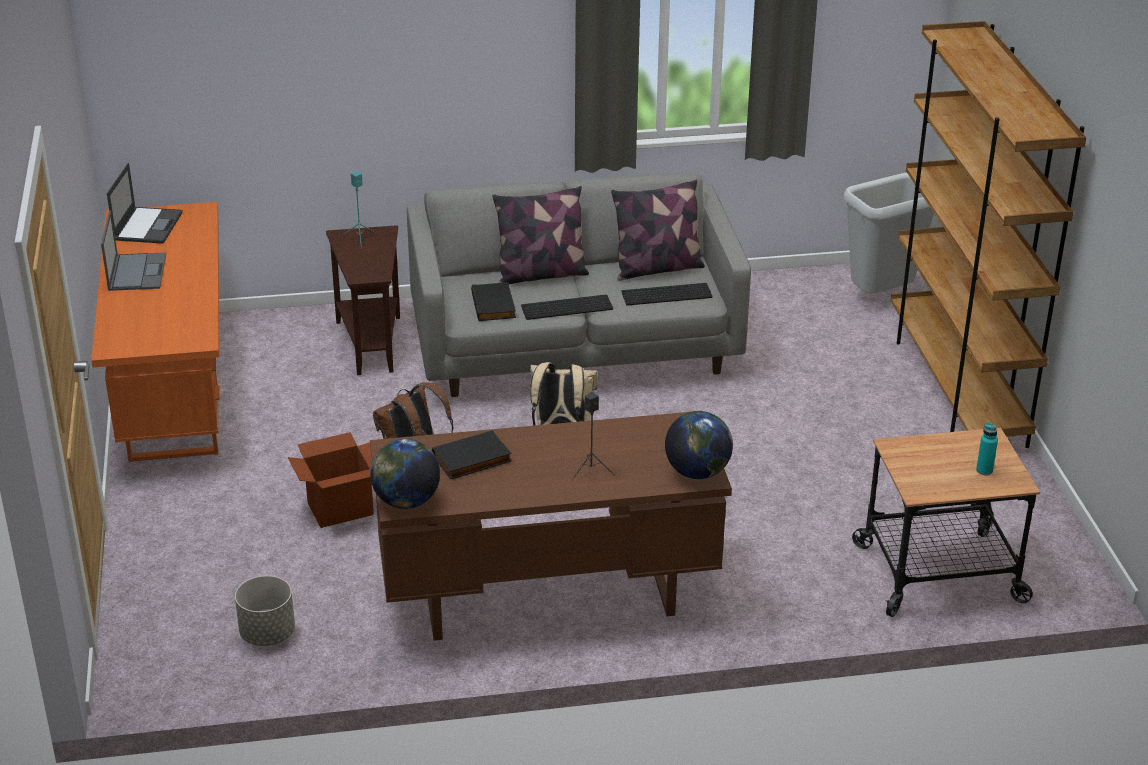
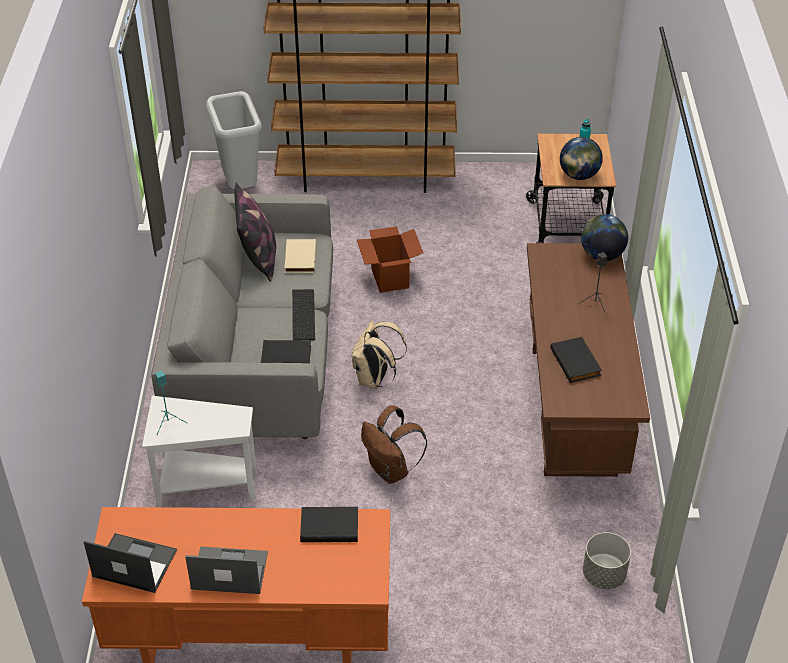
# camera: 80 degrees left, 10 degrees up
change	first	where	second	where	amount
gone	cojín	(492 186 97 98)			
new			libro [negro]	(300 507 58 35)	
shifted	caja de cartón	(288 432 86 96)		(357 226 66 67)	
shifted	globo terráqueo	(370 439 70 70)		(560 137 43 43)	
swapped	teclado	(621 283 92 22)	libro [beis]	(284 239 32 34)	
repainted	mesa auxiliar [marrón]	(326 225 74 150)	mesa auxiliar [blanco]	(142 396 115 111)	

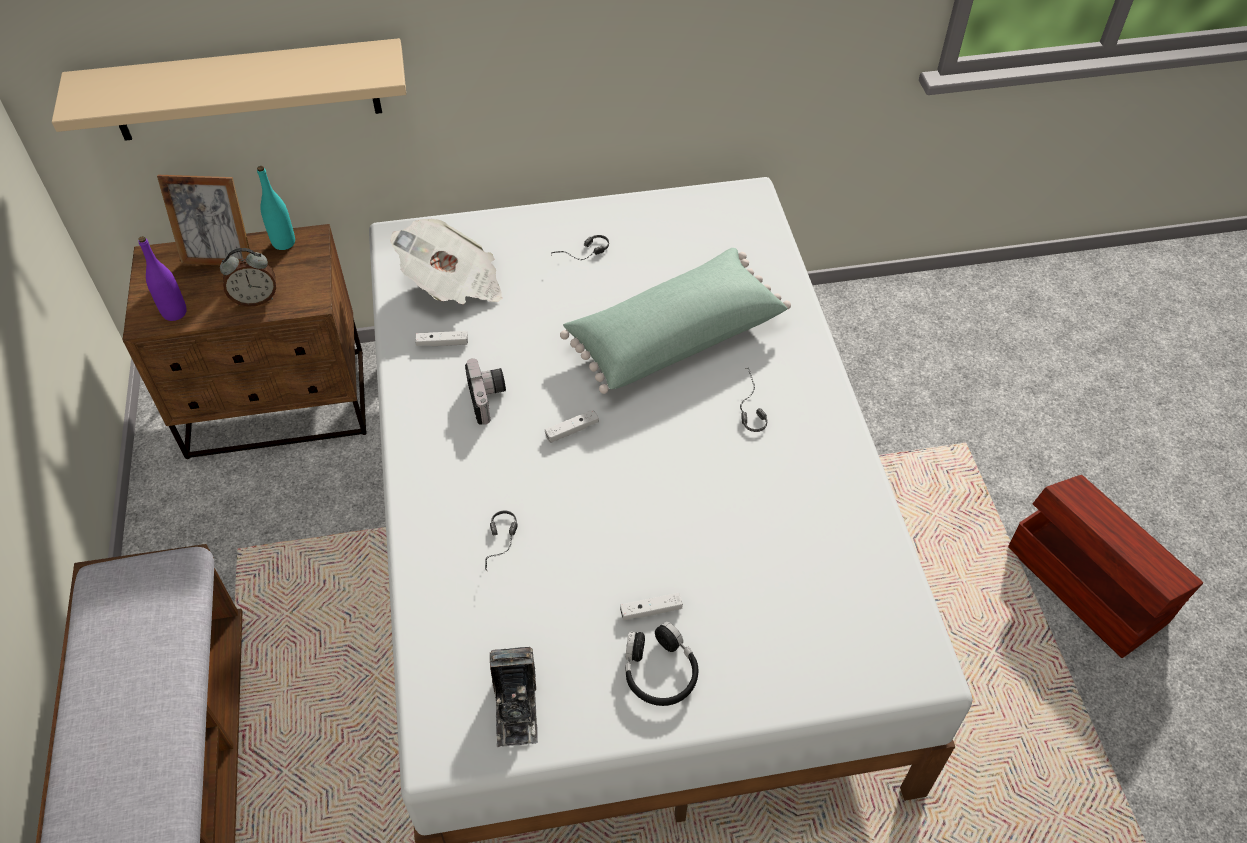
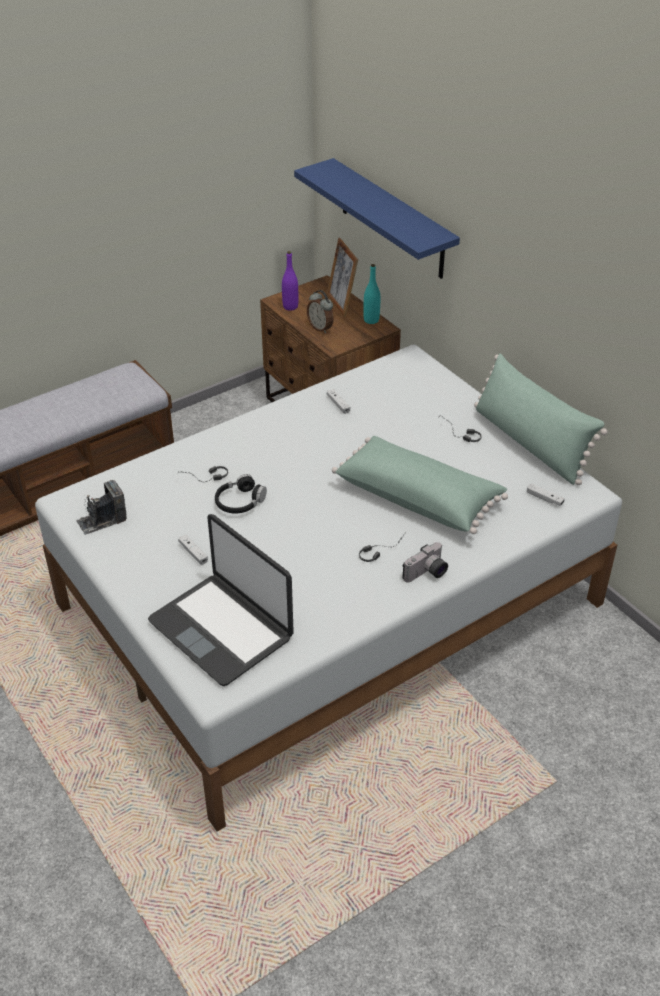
# camera: 65 degrees right, 10 degrees down
change	first	where	second	where	amount
gone	periódico	(391 219 111 85)			
gone	caja de almacenaje [marrón]	(1008 475 195 183)			
new			portátil	(148 514 146 172)	
new			cojín [verde]	(474 353 134 132)	
shifted	cámara	(465 358 41 67)		(403 542 45 41)	
shifted	mando de consola [blanco]	(545 410 54 33)		(527 483 38 23)	
shifted	auriculares [negro]	(625 622 73 84)		(215 474 52 39)	
repainted	estante [beis]	(52 38 354 103)	estante [azul]	(294 158 166 121)	

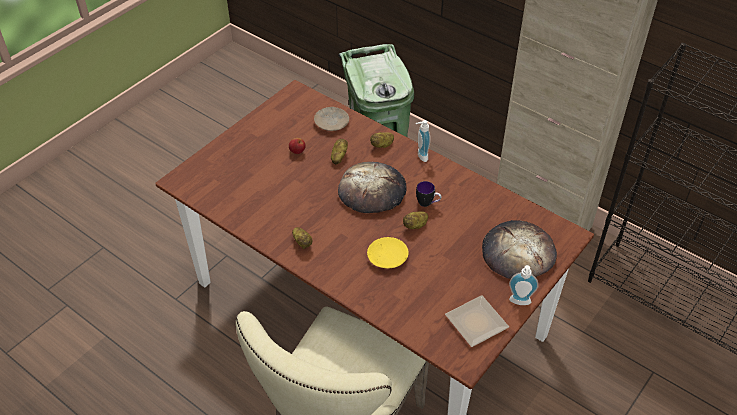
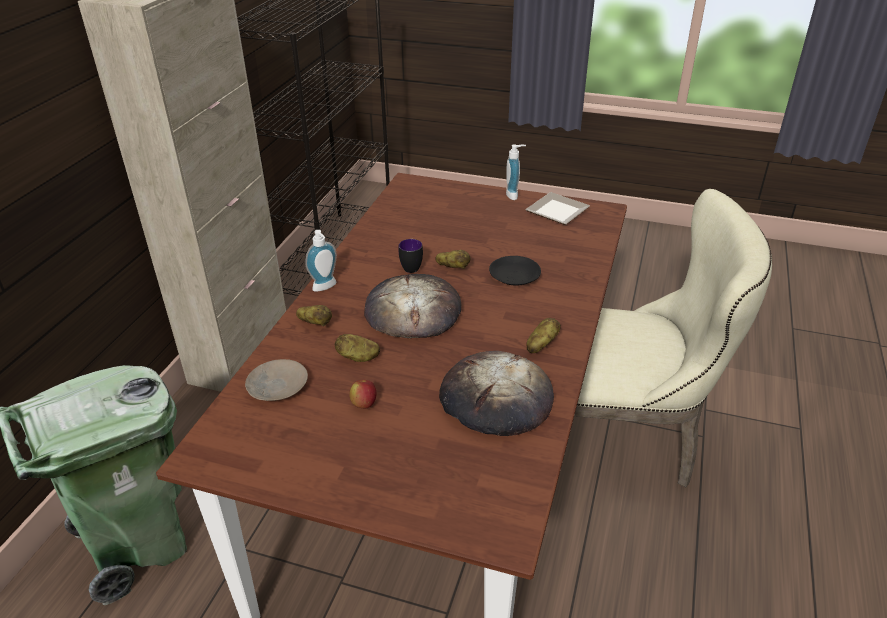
# camera: 110 degrees left, 10 degrees down
change	first	where	second	where	amount
shifted	pan	(482 220 75 59)		(439 351 115 85)	
repainted	plato [amarillo]	(367 237 42 31)	plato [negro]	(489 256 52 29)	

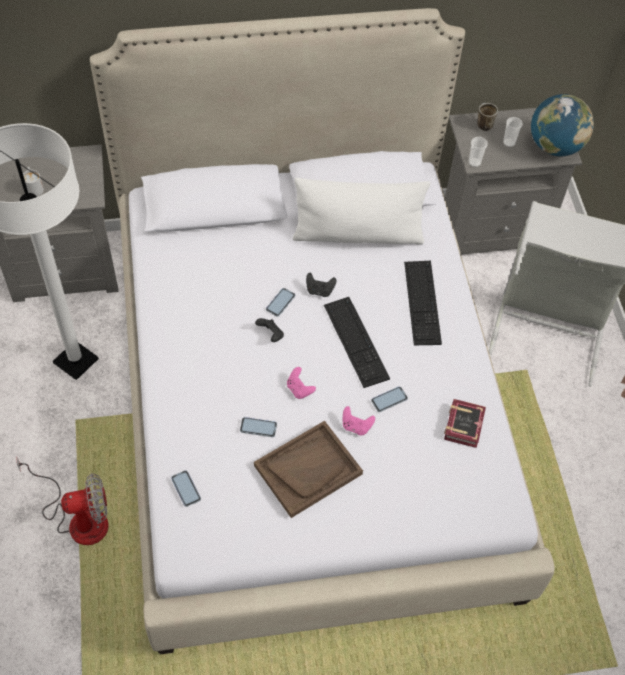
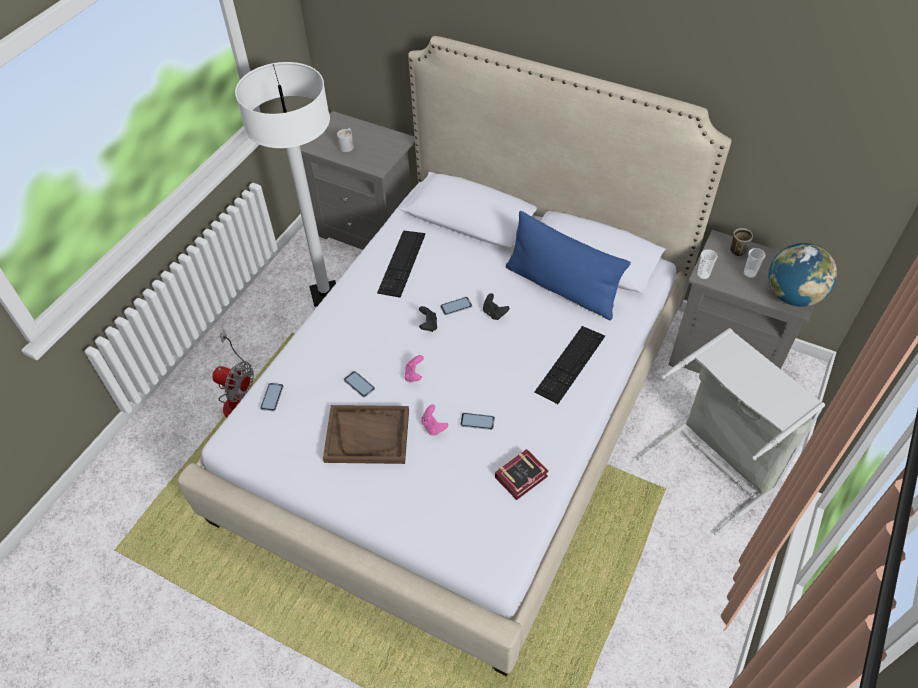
# camera: 40 degrees right, 5 degrees down
change	first	where	second	where	amount
shifted	teclado	(324 297 66 91)		(377 230 48 68)	
repainted	cojín [blanco]	(293 178 137 66)	cojín [azul]	(506 211 125 109)	

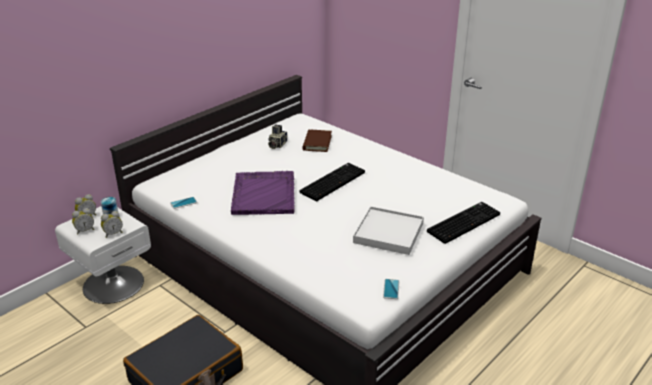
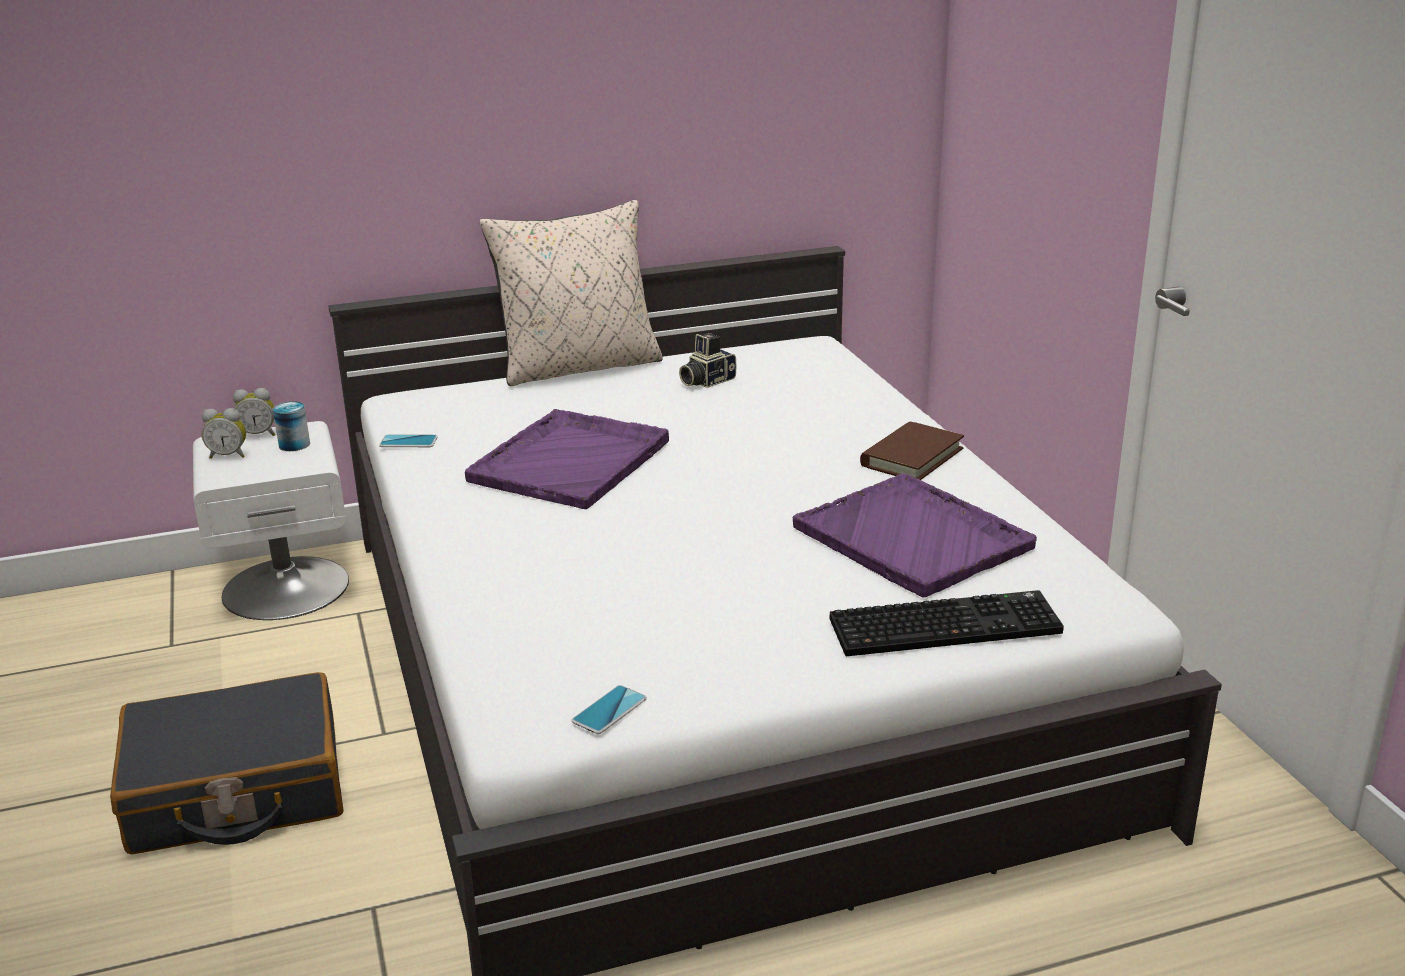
# camera: 30 degrees right, 5 degrees down
change	first	where	second	where	amount
gone	despertador	(101 211 22 27)			
gone	teclado	(300 163 65 39)			
gone	bandeja [blanco]	(353 206 71 49)			
new			cojín [beis]	(480 200 183 186)	
new			bandeja [morado]	(793 473 244 125)	
shifted	libro [marrón]	(302 130 30 22)		(860 421 104 59)	

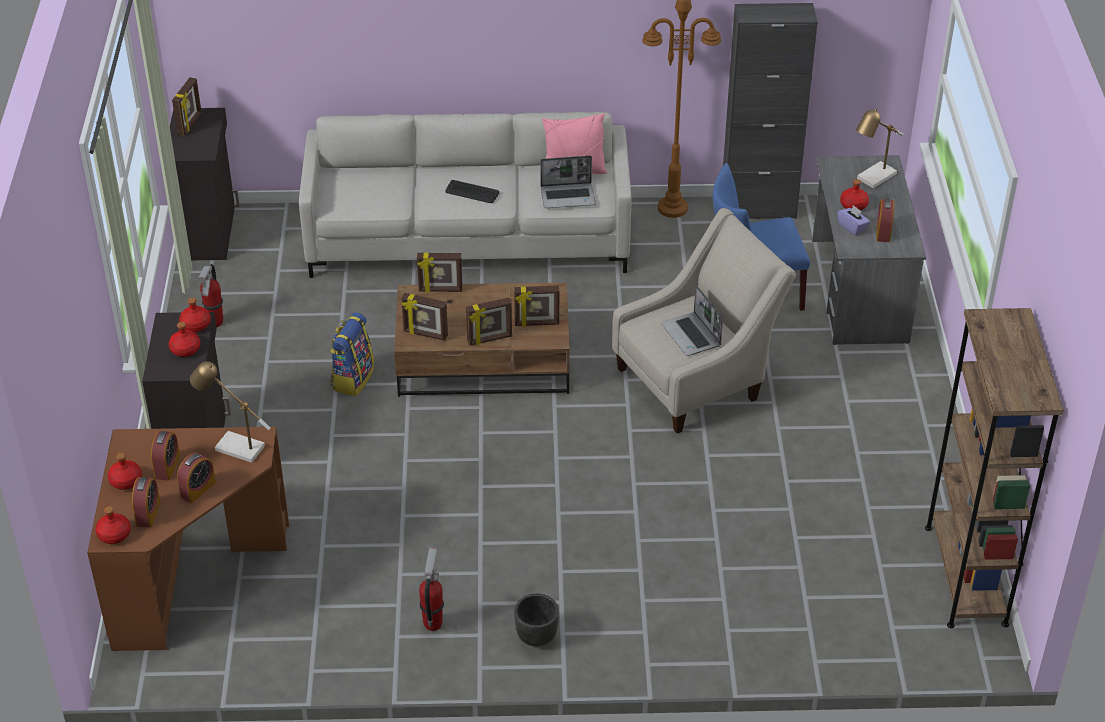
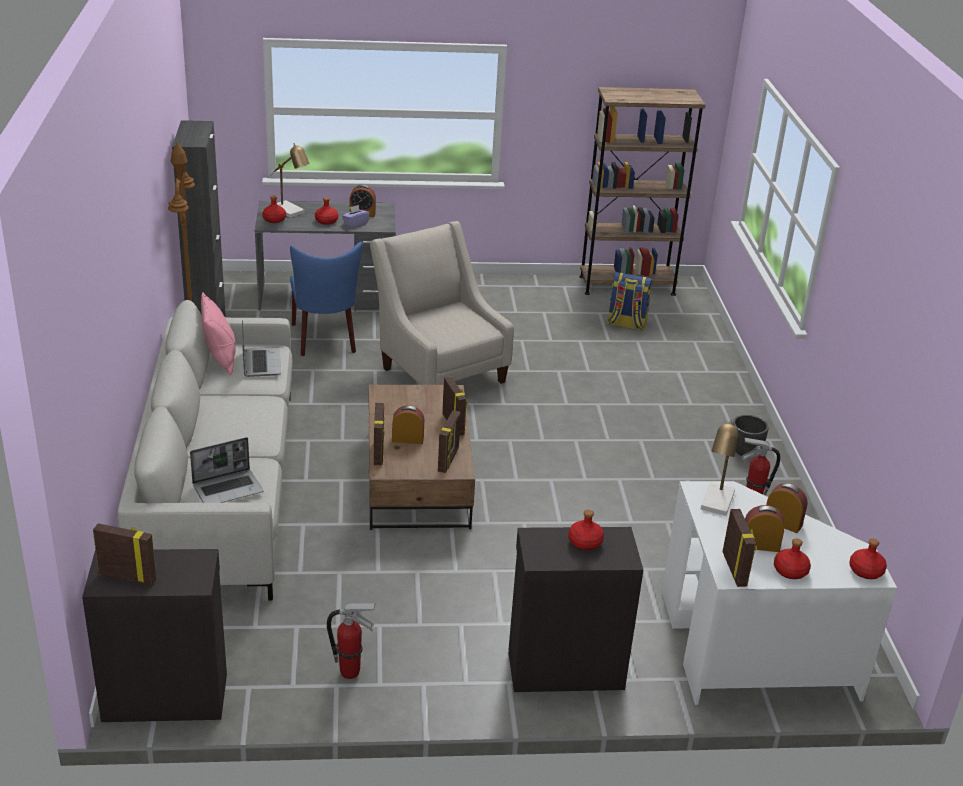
# camera: 95 degrees left, 10 degrees down
change	first	where	second	where	amount
gone	teclado	(445 180 54 23)			
shifted	despertador	(132 477 28 50)		(392 405 32 39)	
shifted	botella [rojo]	(179 298 32 34)		(262 195 24 28)	
shifted	mochila	(330 312 44 84)		(607 272 46 59)	
shifted	portarretratos	(514 285 45 42)		(722 509 35 78)	
shifted	portátil	(661 285 62 71)		(190 437 73 66)	
repainted	escritorio [marrón]	(87 427 202 224)	escritorio [blanco]	(662 481 235 224)	

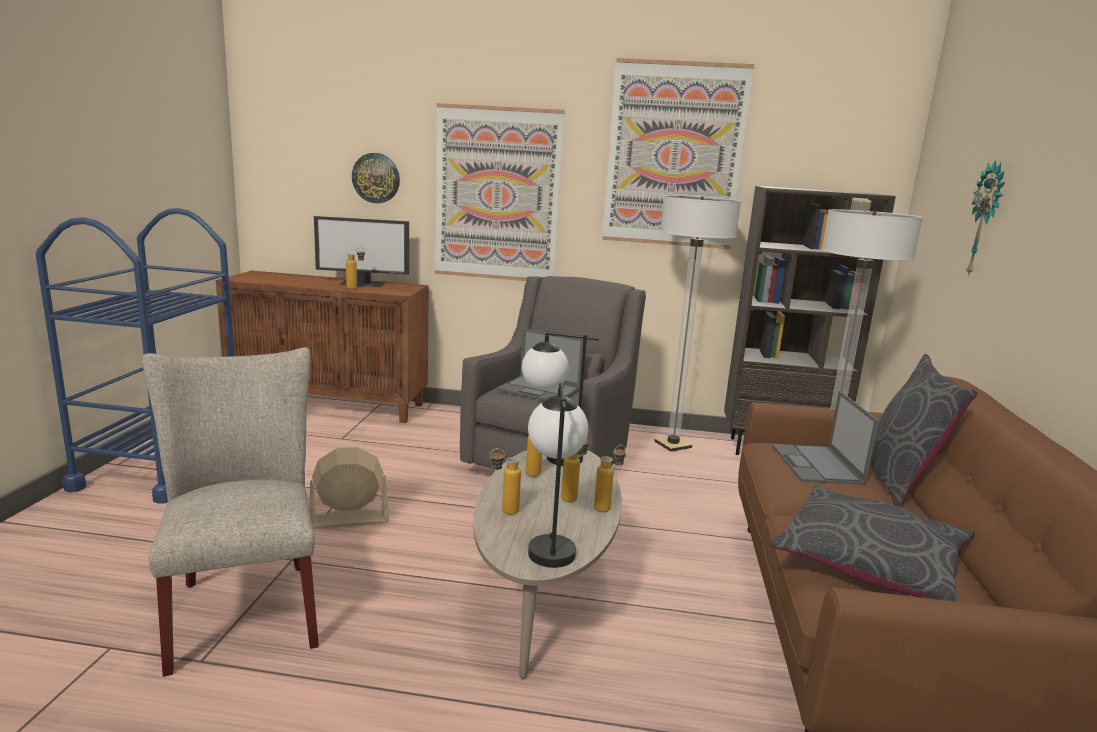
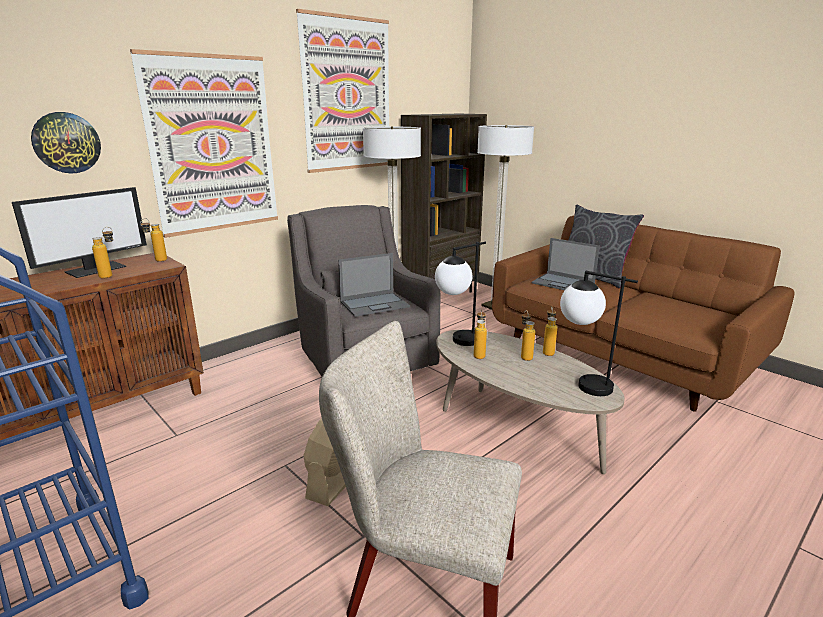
# camera: 50 degrees left, 5 degrees up
change	first	where	second	where	amount
gone	cojín [gris]	(770 485 205 117)			
gone	reloj de pared	(966 160 39 117)			
shifted	botella	(490 448 31 67)		(140 218 27 44)	

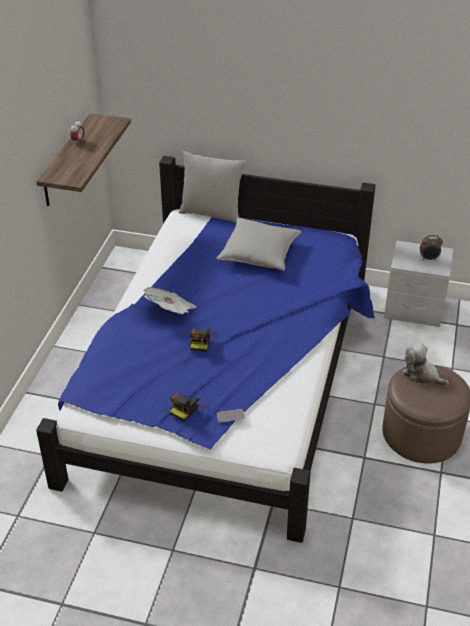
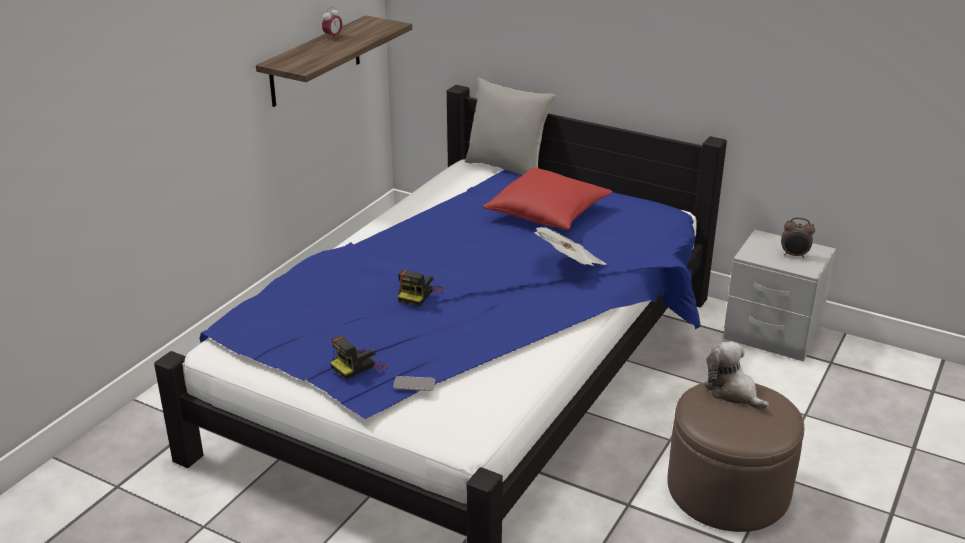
# camera: 15 degrees right, 10 degrees down
change	first	where	second	where	amount
shifted	periódico	(144 287 52 27)		(534 227 73 39)	
repainted	cojín [gris]	(216 218 86 53)	cojín [rojo]	(483 167 130 63)	

